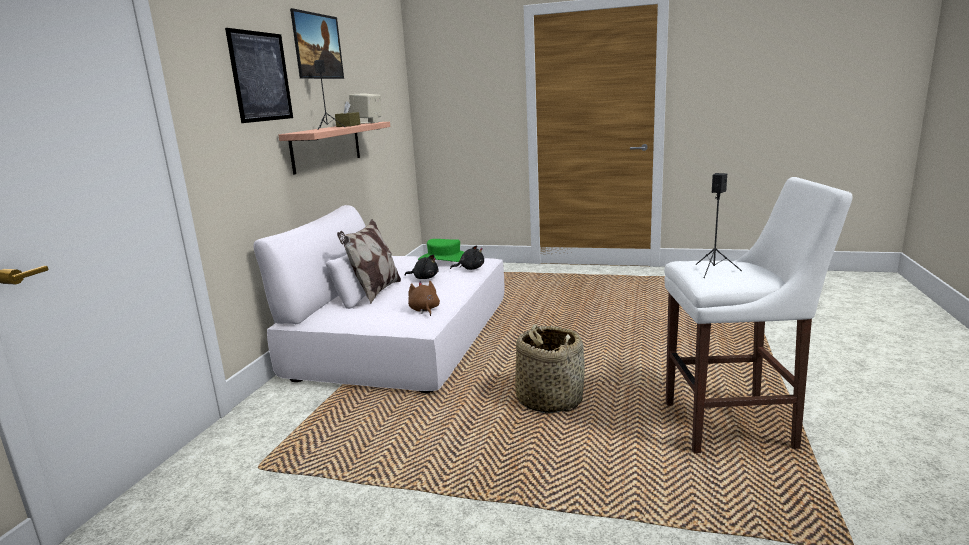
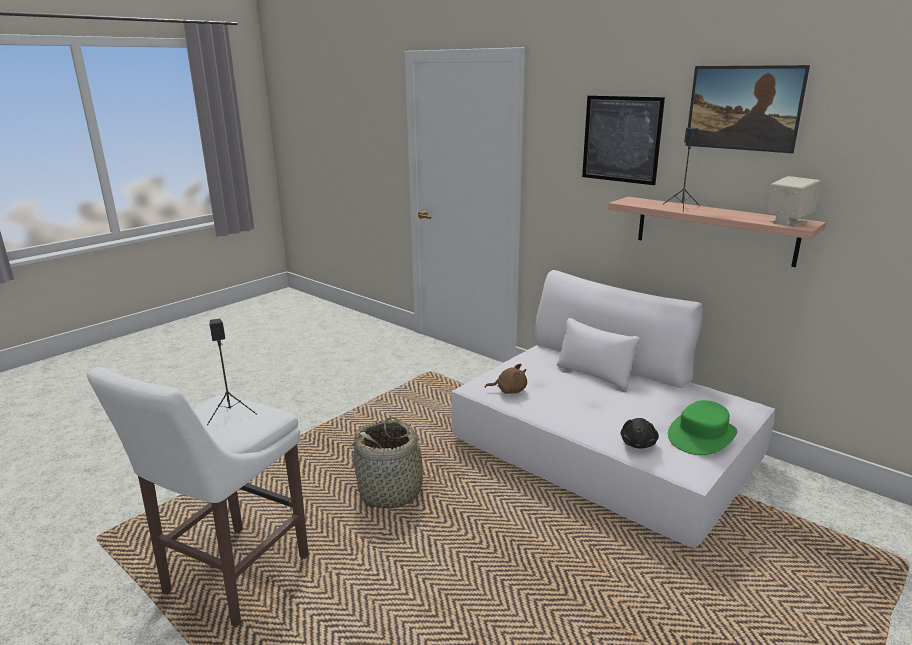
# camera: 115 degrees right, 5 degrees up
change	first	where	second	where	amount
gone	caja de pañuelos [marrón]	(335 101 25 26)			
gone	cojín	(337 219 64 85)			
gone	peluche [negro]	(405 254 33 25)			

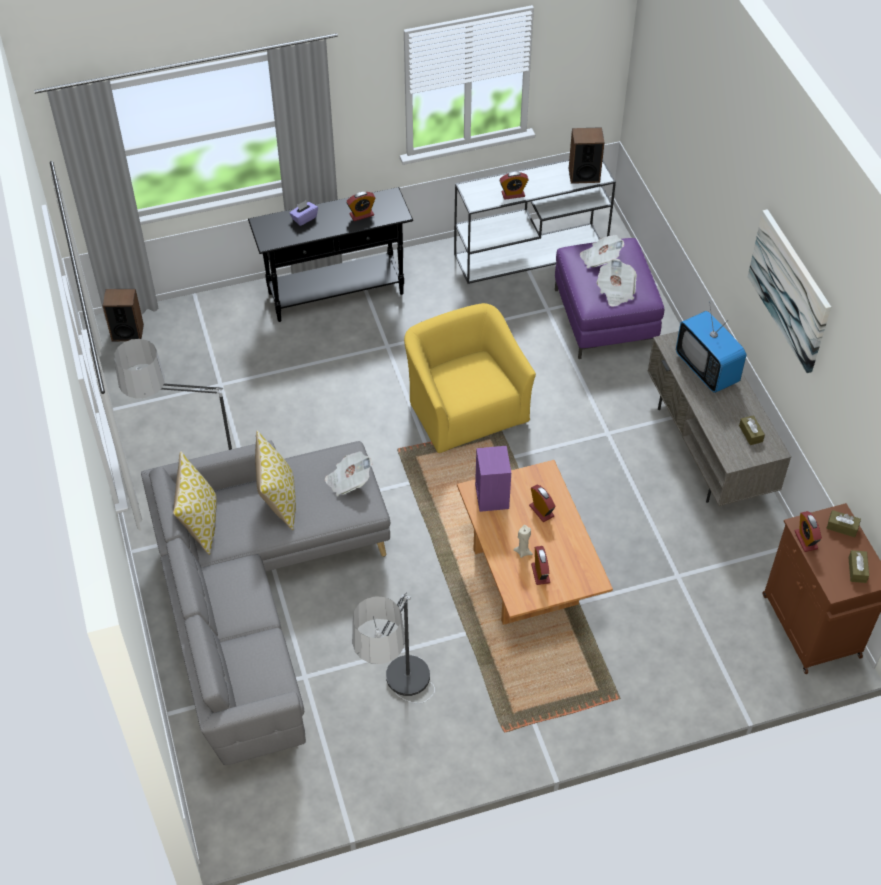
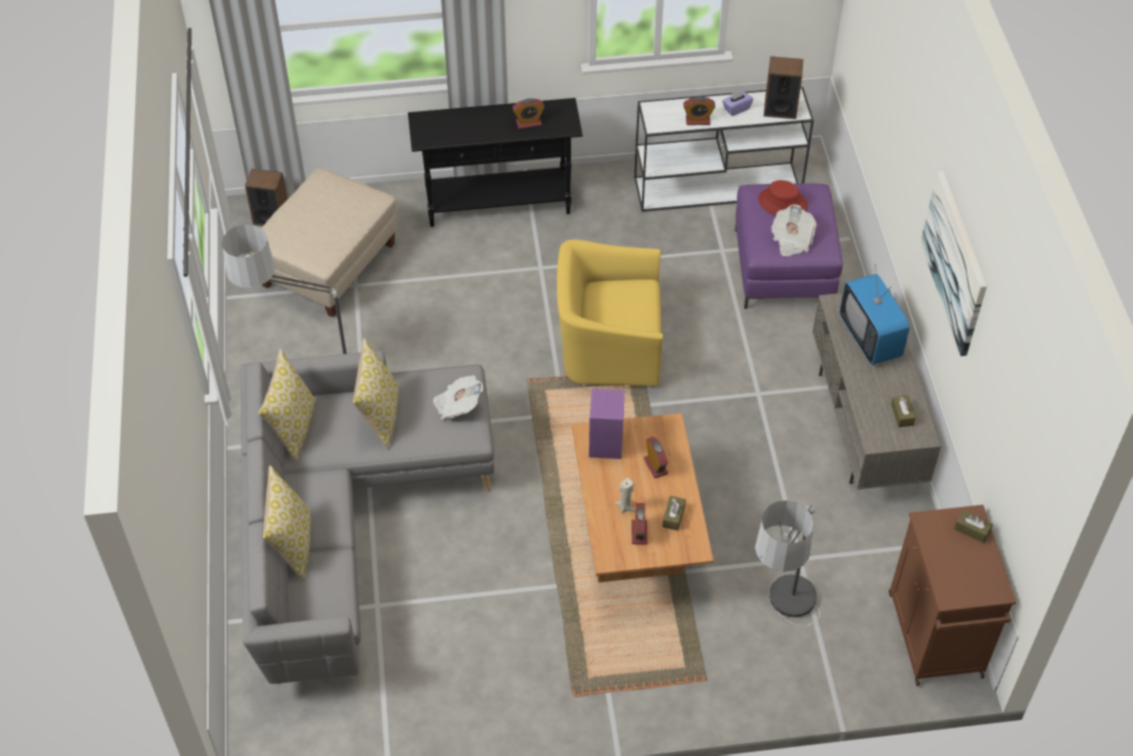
# camera: 10 degrees right, 0 degrees up
change	first	where	second	where	amount
gone	despertador	(794 511 28 41)			
new			puf [beis]	(250 167 147 150)	
new			cojín	(263 465 48 115)	
shifted	caja de pañuelos [morado]	(290 201 28 25)		(722 90 31 26)	
shifted	lámpara de pie	(352 592 83 112)		(755 500 65 127)	
shifted	caja de pañuelos [marrón]	(848 550 21 33)		(662 496 24 35)	
swapped	periódico	(580 235 44 33)	sombrero [rojo]	(758 180 50 35)	
rotated	sillón [amarillo]	(404 303 132 150)		(557 239 106 149)	75 degrees counterclockwise

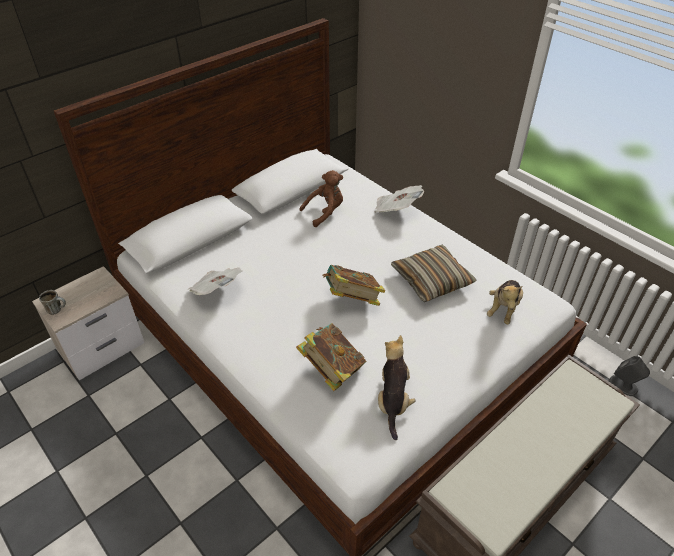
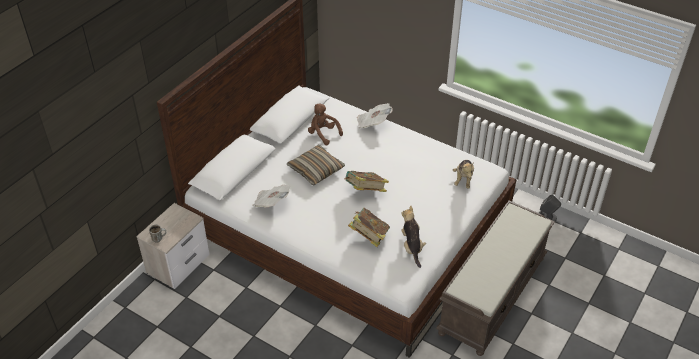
# camera: 15 degrees left, 0 degrees up
change	first	where	second	where	amount
shifted	cojín	(391 244 86 58)		(287 145 58 40)	
rotated	peluche [marrón]	(299 170 44 57)		(308 104 35 41)	90 degrees counterclockwise

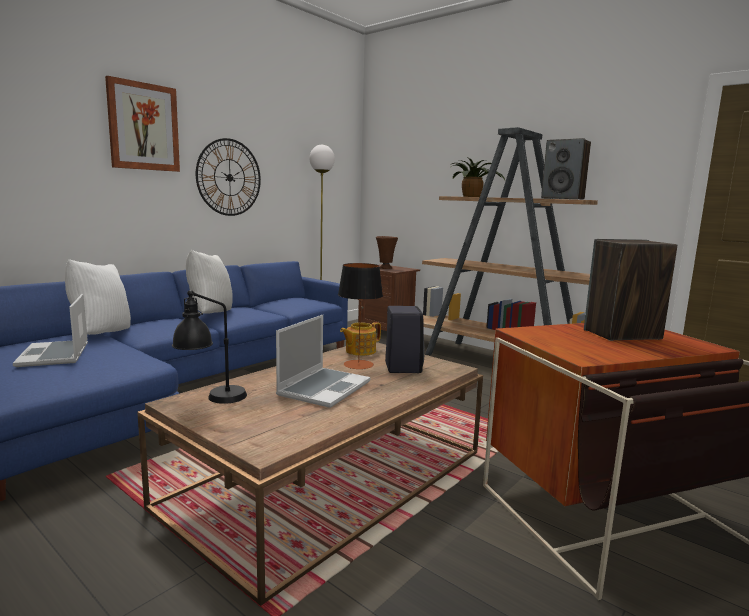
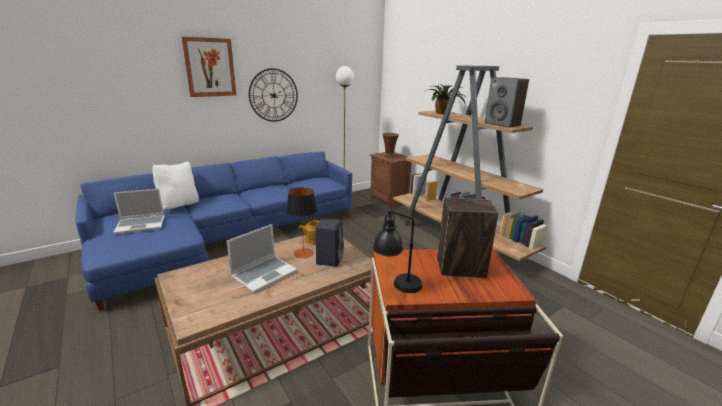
# camera: 15 degrees right, 10 degrees up
change	first	where	second	where	amount
gone	cojín [blanco]	(186 250 47 64)			
shifted	lámpara de mesa [negro]	(172 290 75 114)		(373 209 50 84)	
rotated	portátil	(13 294 75 73)		(113 189 52 45)	105 degrees counterclockwise

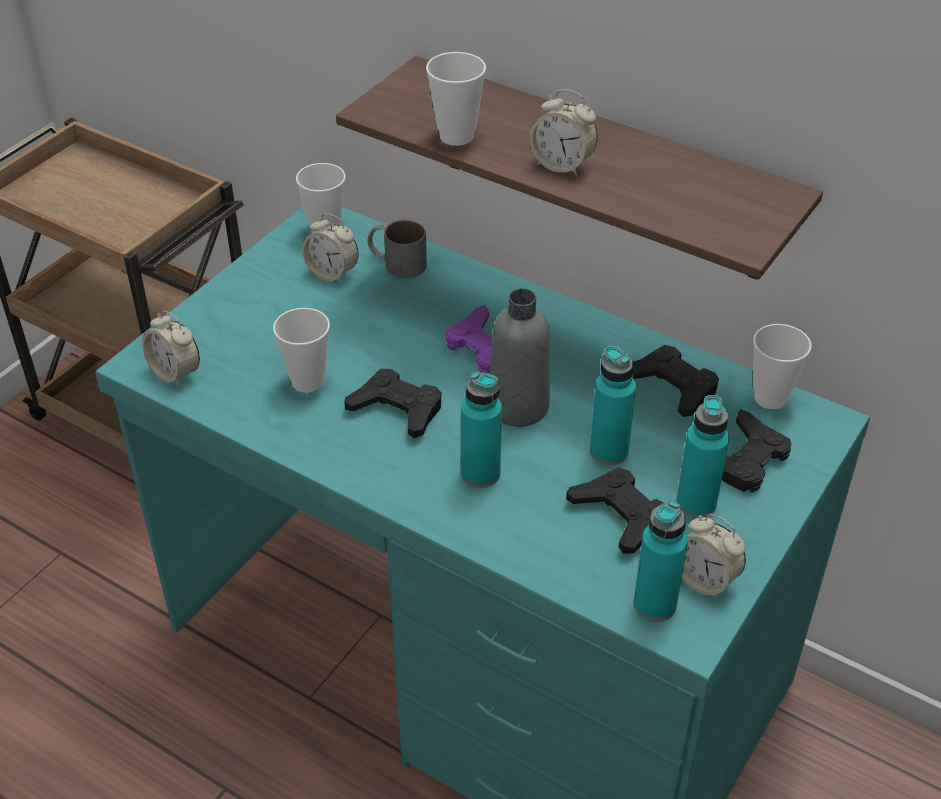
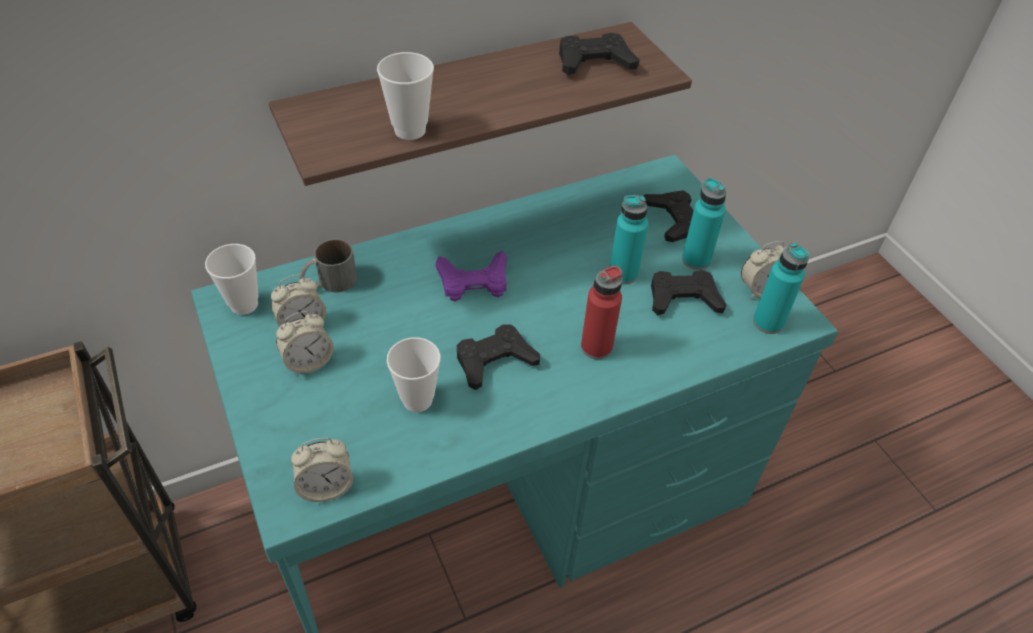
# camera: 60 degrees left, 5 degrees up
change	first	where	second	where	amount
gone	botella [gris]	(490 288 60 139)			
gone	taza	(753 324 59 85)			
shifted	despertador	(530 89 68 87)		(276 311 58 64)	
shifted	mando de consola [negro]	(633 345 86 72)		(559 33 81 42)	
repainted	botella [turquesa]	(461 371 41 117)	botella [rojo]	(581 265 42 94)	

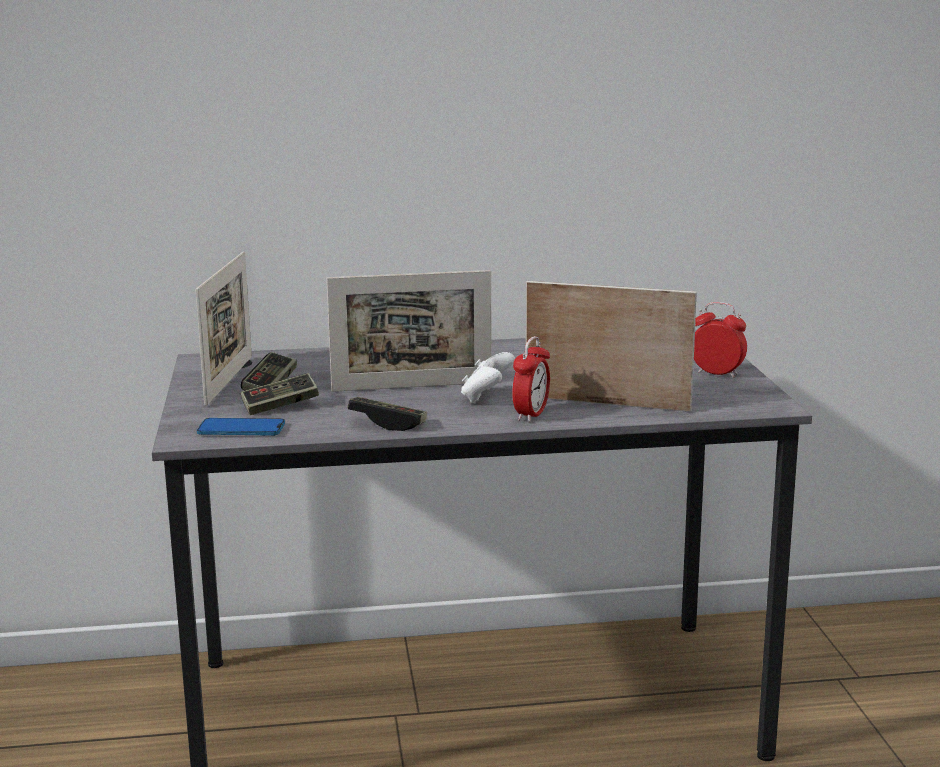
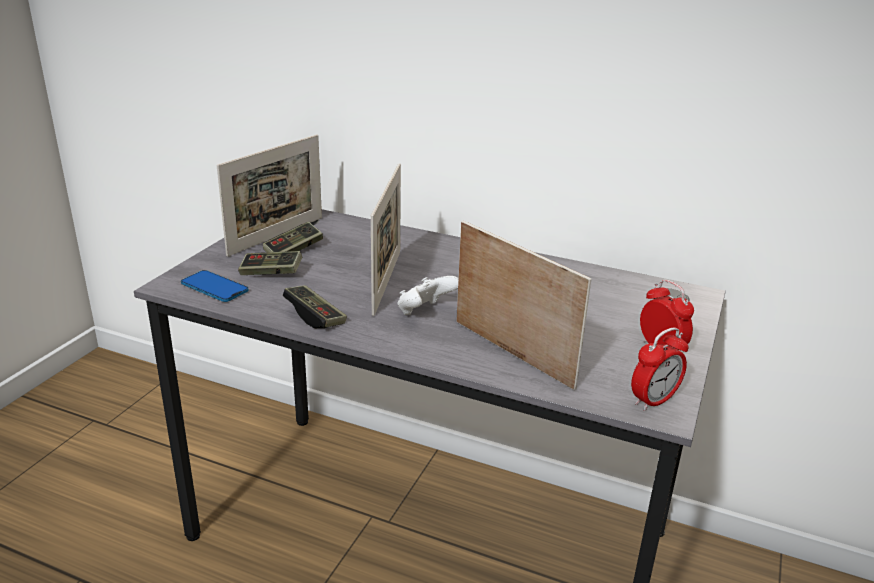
# camera: 30 degrees right, 10 degrees up
change	first	where	second	where	amount
shifted	despertador	(512 336 38 86)		(631 327 58 84)	
rotated	portarretratos	(326 270 166 122)		(371 163 30 153)	105 degrees counterclockwise

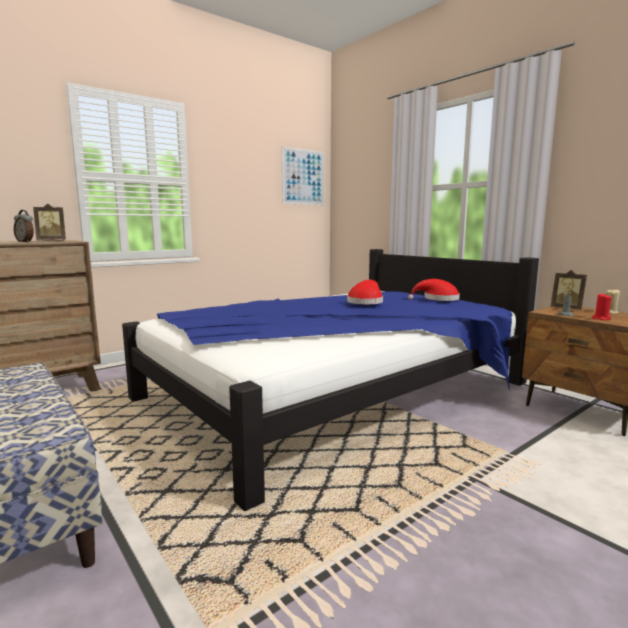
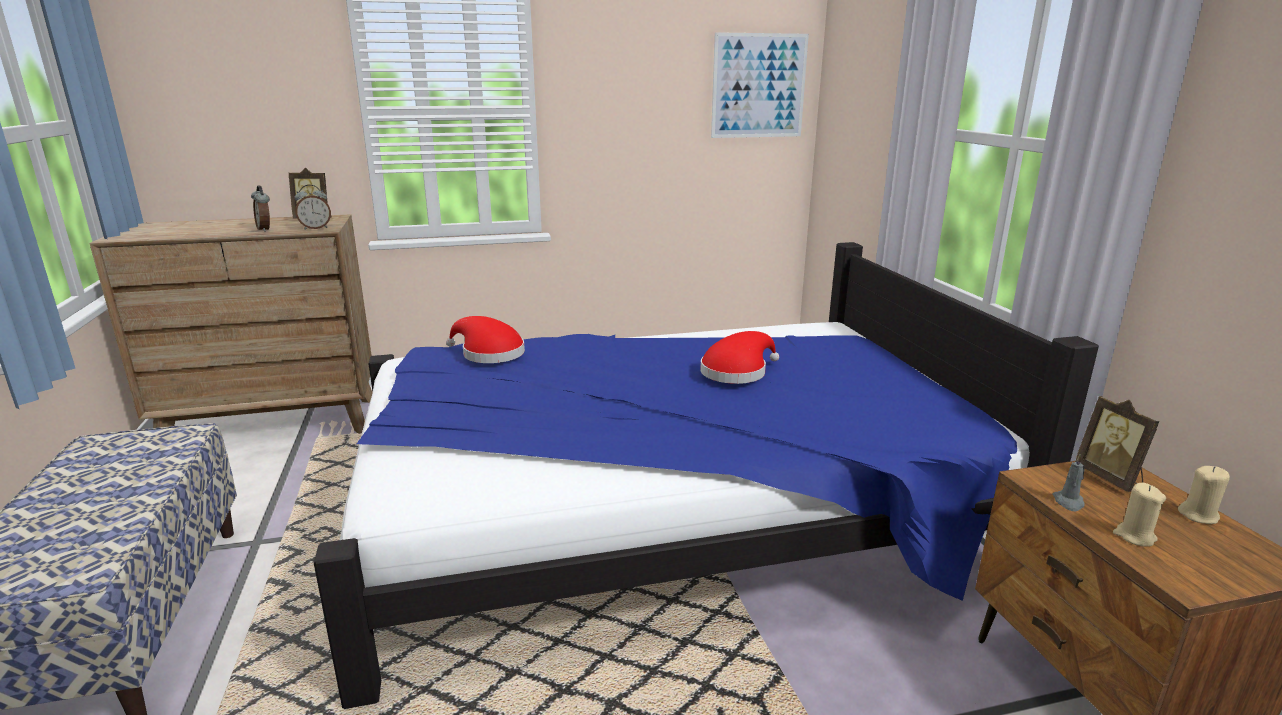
# camera: 25 degrees right, 10 degrees up
change	first	where	second	where	amount
new			despertador	(294 185 37 45)	
shifted	sombrero [rojo]	(408 279 52 22)		(446 316 79 47)	
repainted	vela [rojo]	(592 294 20 26)	vela [beis]	(1113 483 53 64)	

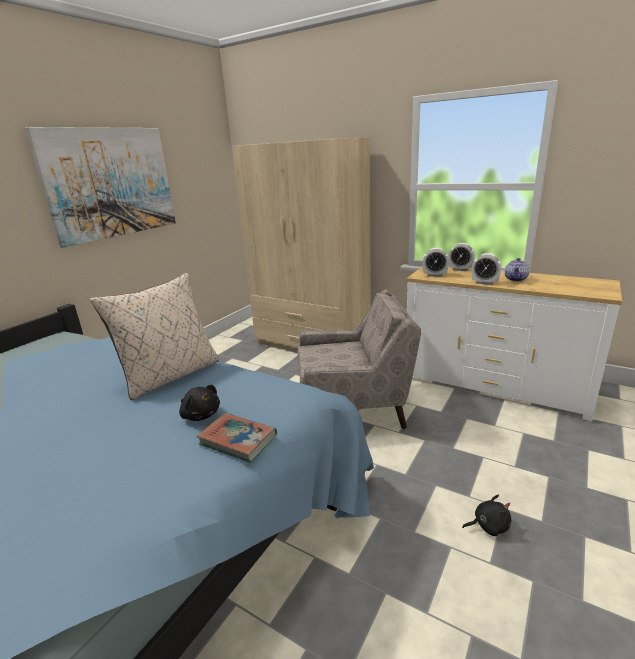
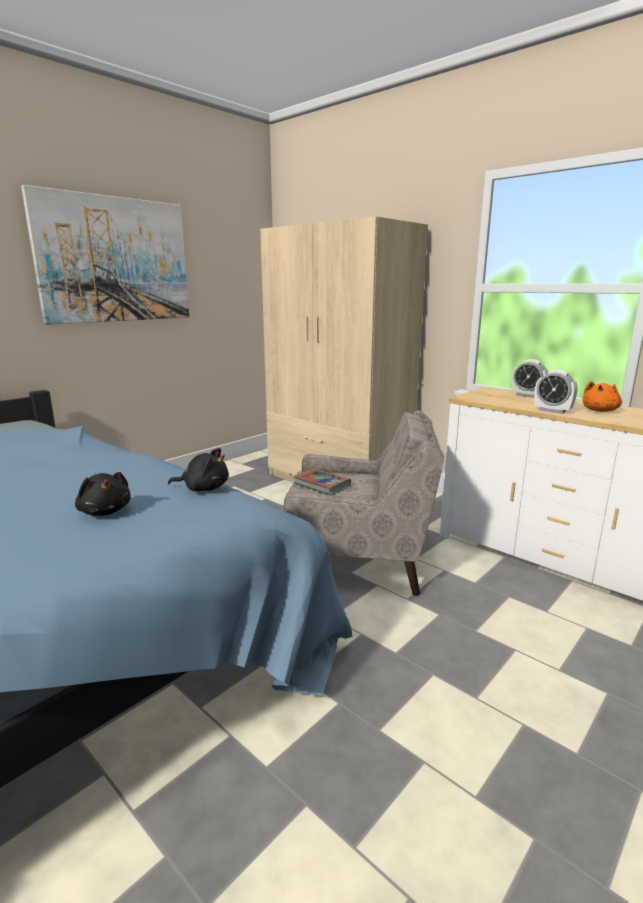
# camera: 10 degrees right, 5 degrees down
change	first	where	second	where	amount
gone	cojín [beis]	(90 273 129 127)			
gone	despertador	(423 248 26 29)			
shifted	libro	(197 413 80 50)		(293 468 58 27)	
shifted	peluche [negro]	(462 495 49 41)		(168 448 61 43)	
swapped	tetera	(505 258 25 24)	peluche [naranja]	(582 381 40 31)	

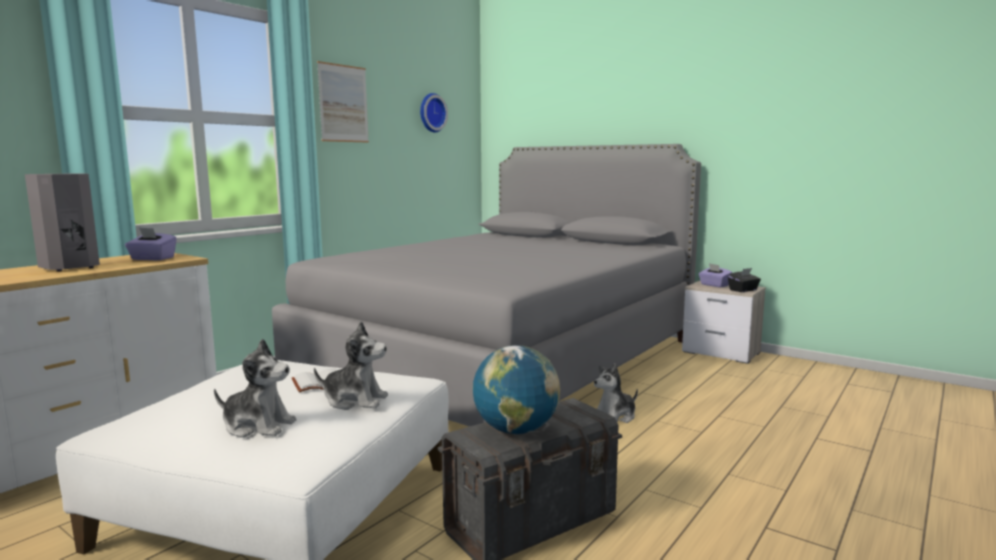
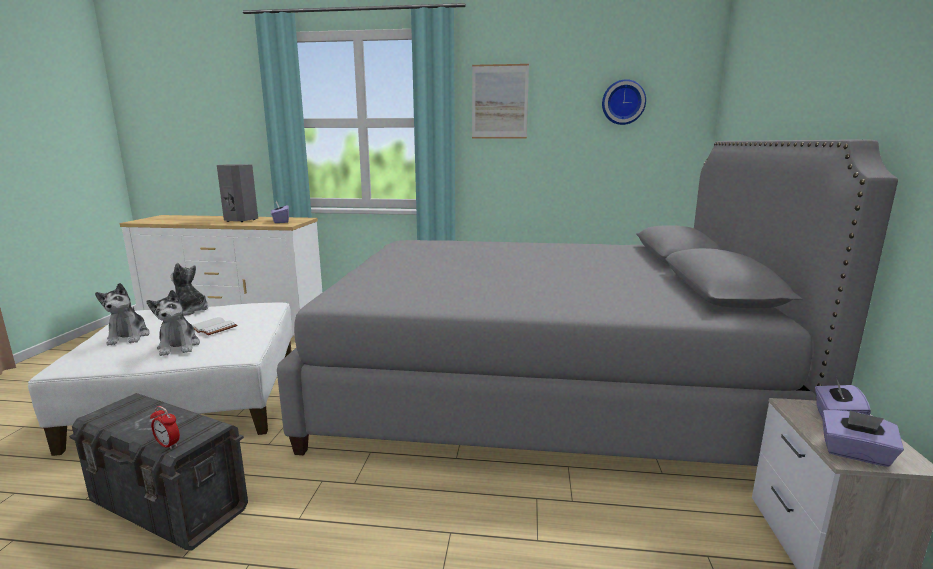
# camera: 60 degrees right, 5 degrees up
change	first	where	second	where	amount
gone	globo terráqueo	(473 345 87 89)			
new			despertador	(150 406 30 43)	
shifted	peluche	(594 363 44 60)		(170 263 38 53)	
repainted	caja de pañuelos [negro]	(728 268 33 24)	caja de pañuelos [morado]	(822 410 82 57)	

